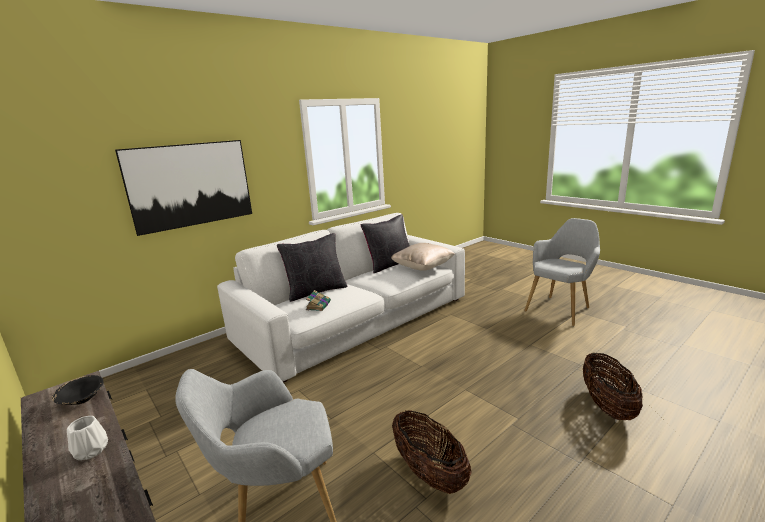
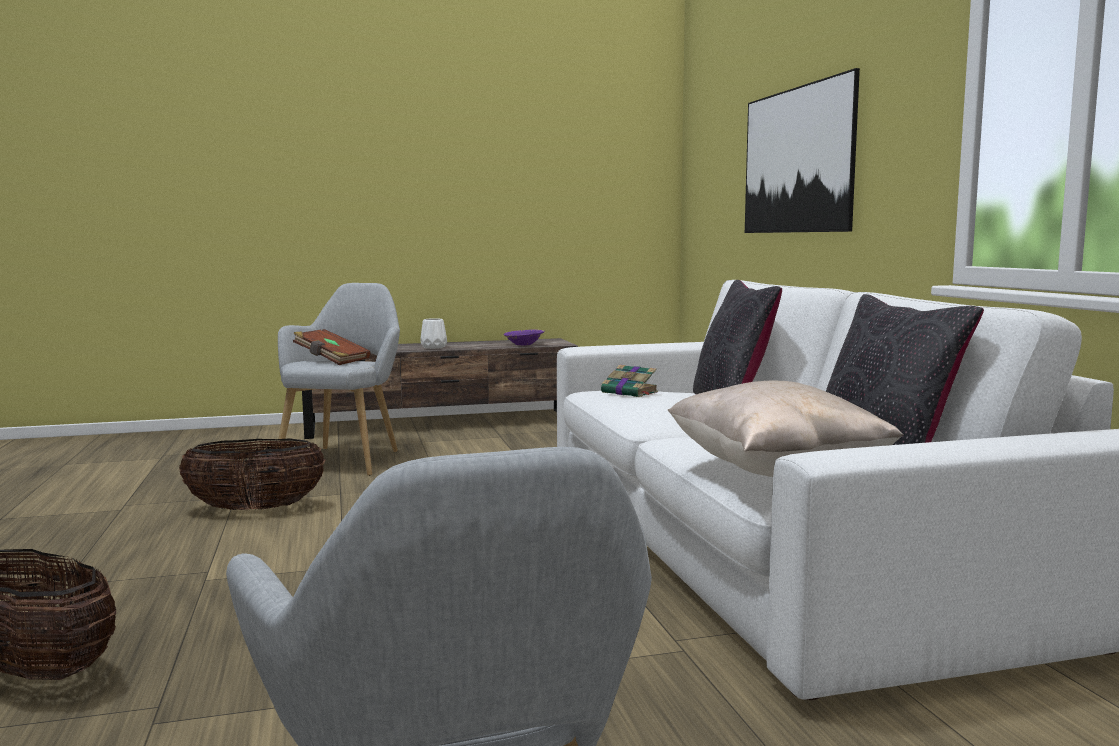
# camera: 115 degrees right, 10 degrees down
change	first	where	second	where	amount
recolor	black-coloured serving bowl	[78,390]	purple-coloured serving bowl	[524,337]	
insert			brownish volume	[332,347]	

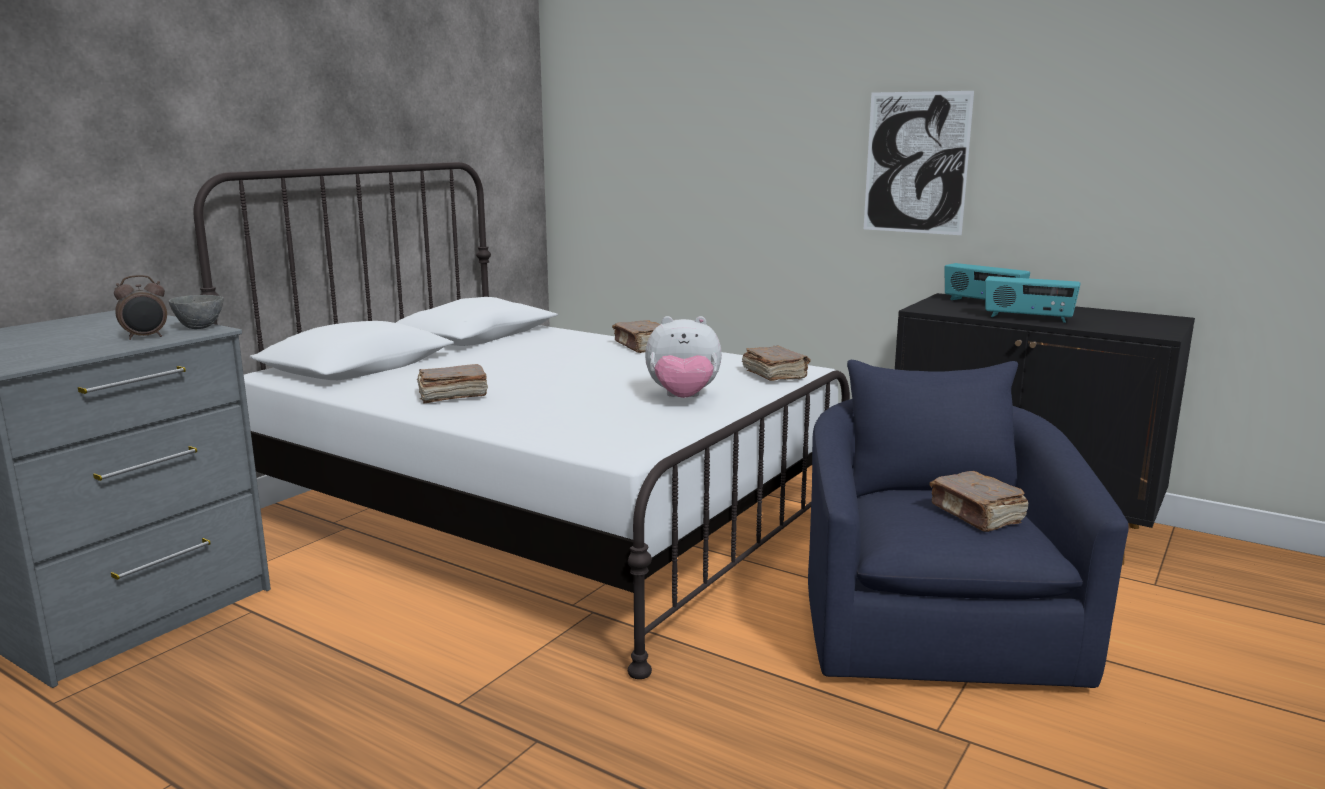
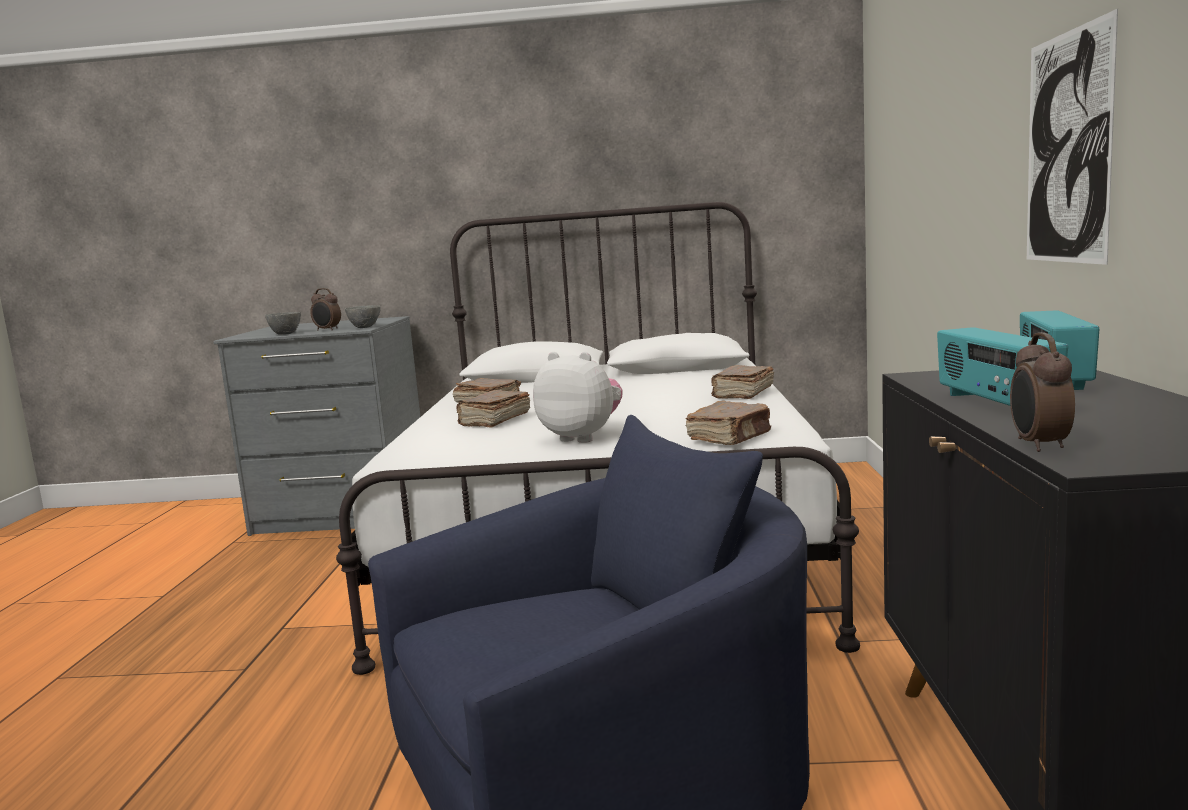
# camera: 60 degrees right, 5 degrees down
change	first	where	second	where	amount
rotate	plush toy	[683,357]		[578,397]	150 degrees clockwise
move	brownish volume	[979,501]		[493,409]	
insert			gray serving bowl	[283,323]	
insert			bedside clock	[1042,392]	

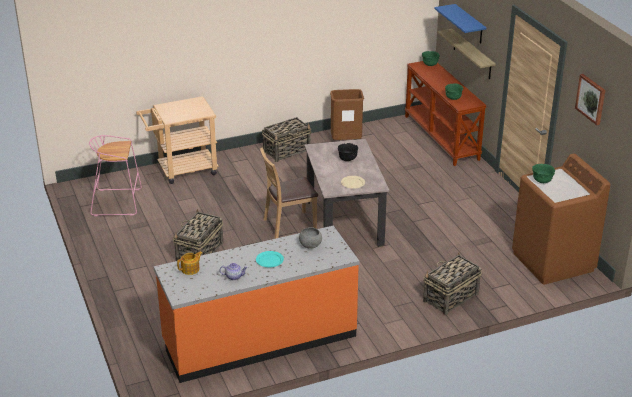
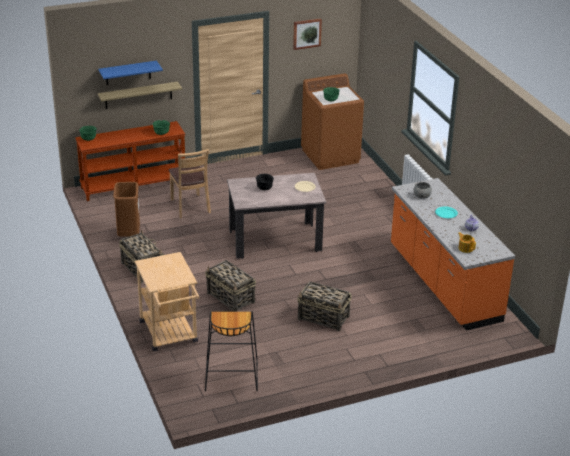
# camera: 90 degrees left, 0 degrees up
change	first	where	second	where	amount
recolor	pinkish stool	[115,175]	black-coloured stool	[231,351]	
move	brownish chair	[289,193]		[190,183]	
move	storage basket	[452,284]		[230,286]	

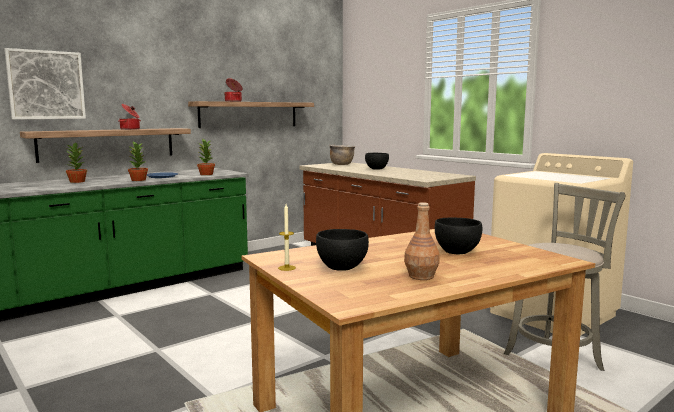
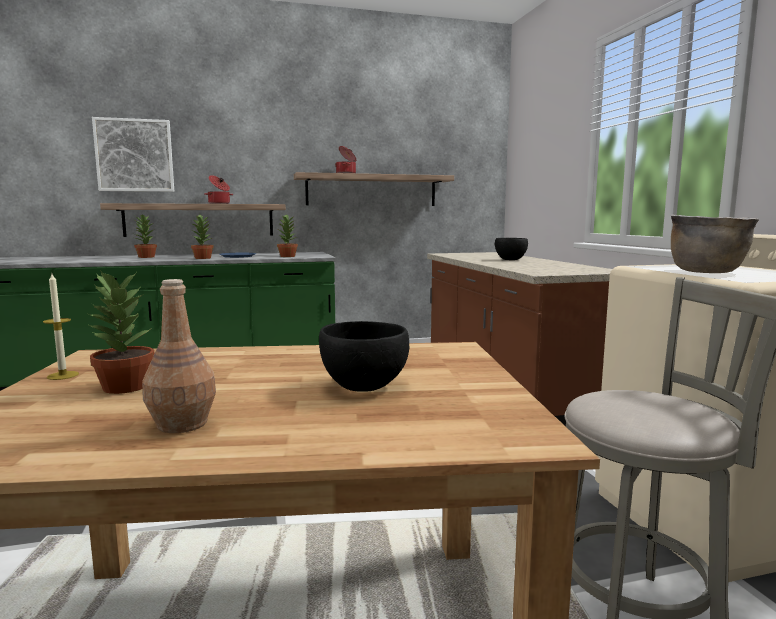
# camera: 25 degrees right, 0 degrees up
change	first	where	second	where	amount
replace	black-coloured serving bowl	[342,250]	plant in a pot	[120,332]	
move	brownish saucepot	[342,155]		[715,243]	

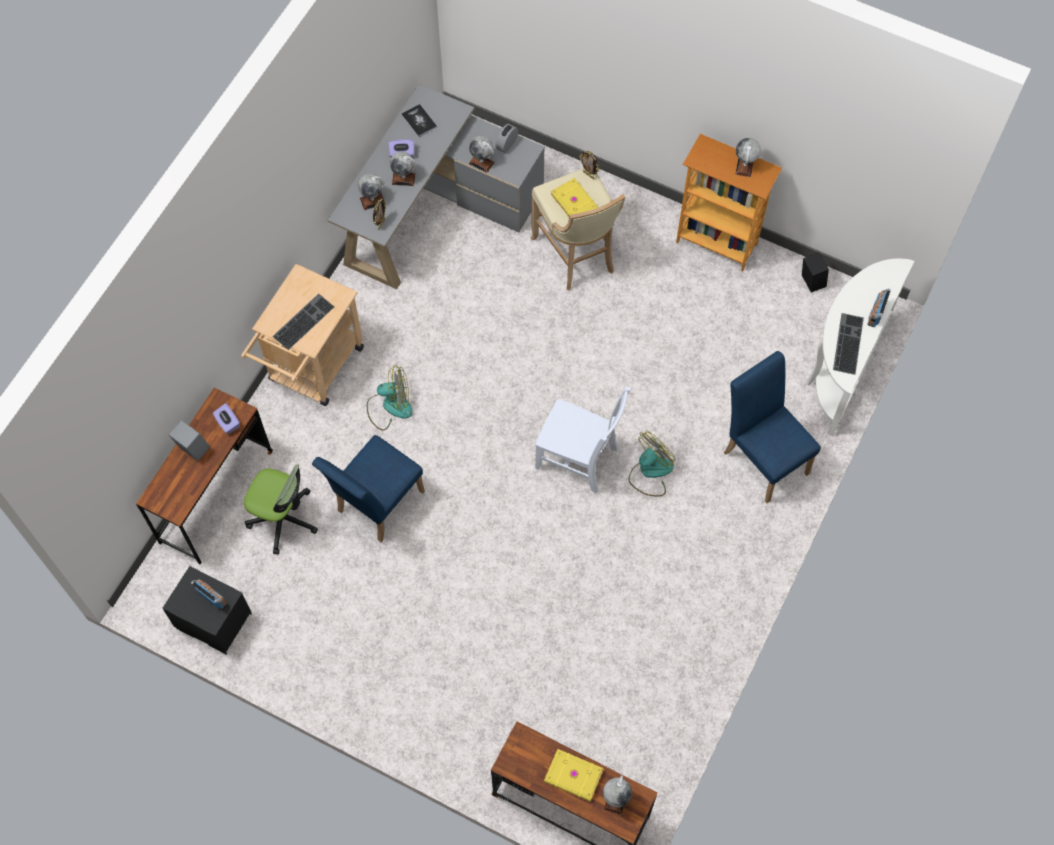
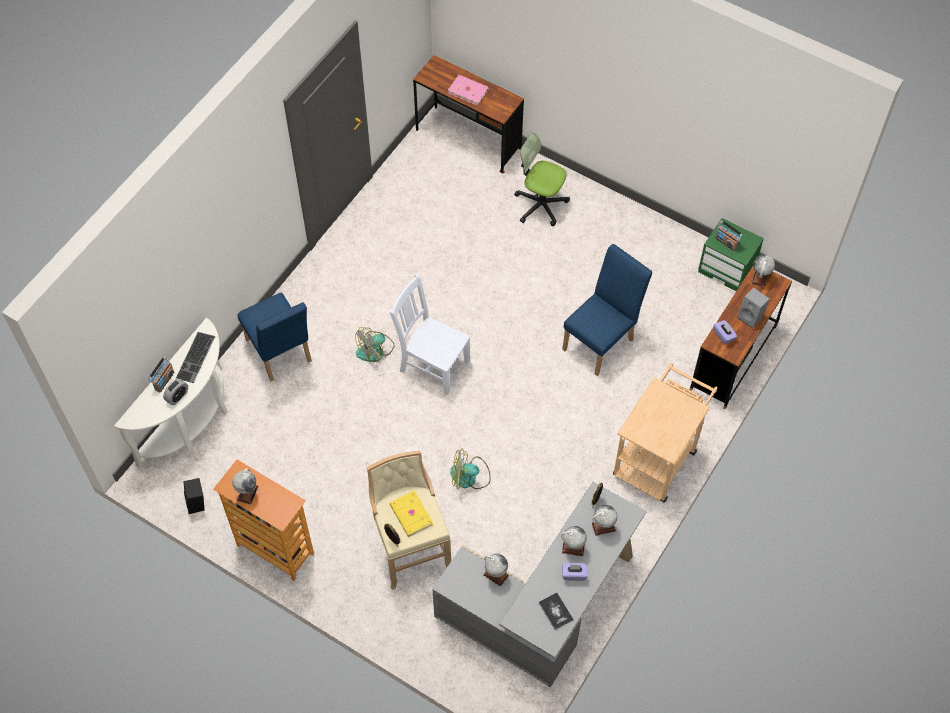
# camera: 175 degrees left, 5 degrees down
change	first	where	second	where	amount
recolor	black-coloured night table	[207,610]	green night table	[731,254]	
move	office chair	[281,509]		[542,179]	
delete	PC keyboard	[303,322]			
move	electric fan	[390,398]		[470,468]	
move	bedside clock	[506,138]		[175,392]	
recolor	yellowish volume	[574,775]	pinkish volume	[468,90]	
move	desk globe	[617,795]		[763,270]	

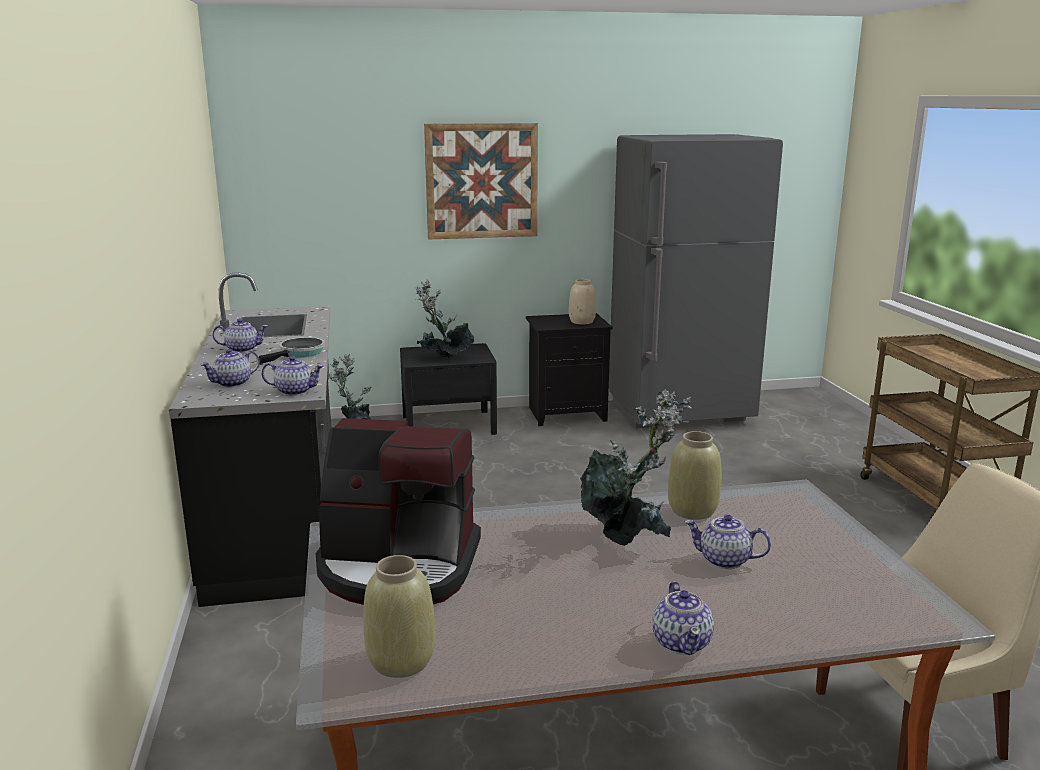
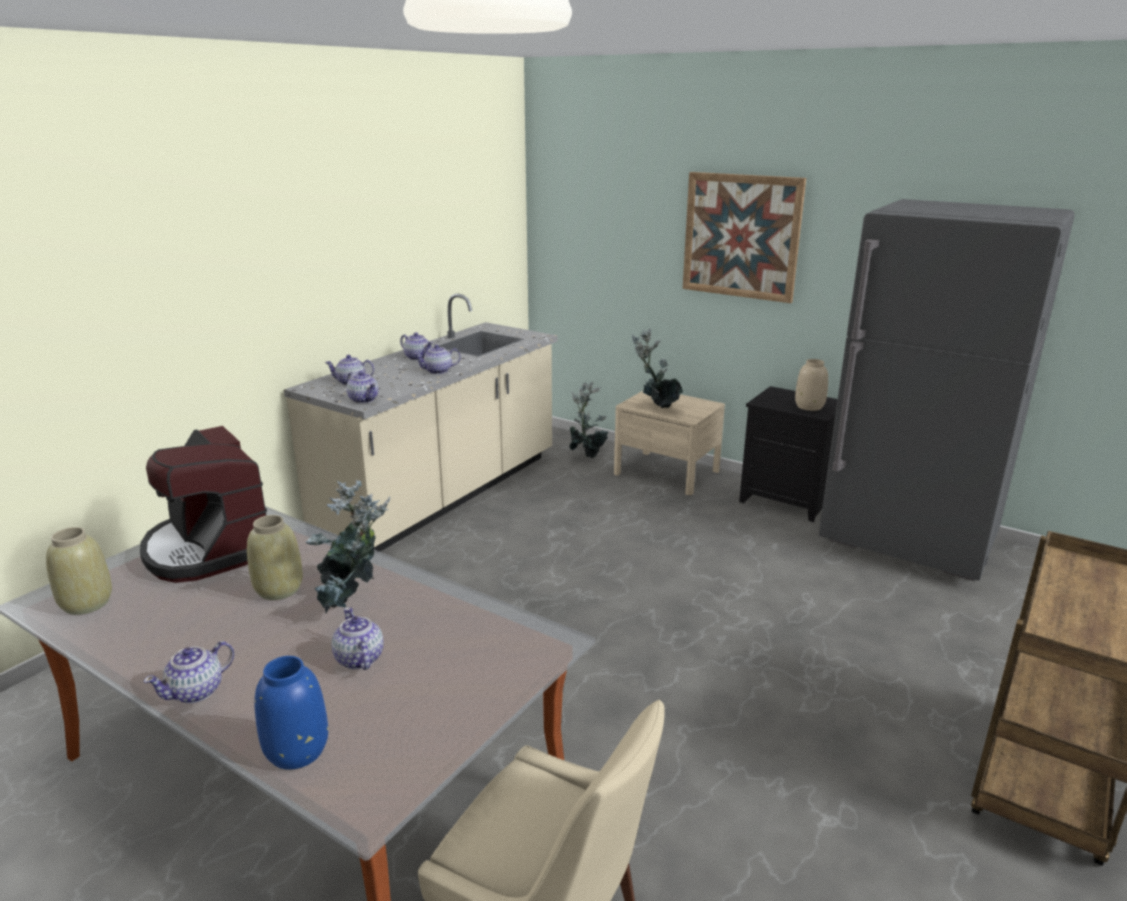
# camera: 45 degrees right, 5 degrees up
change	first	where	second	where	amount
recolor	black-coloured kitchen counter	[250,440]	beige kitchen counter	[421,423]	
replace	pan	[292,350]	tea pot	[437,359]	
recolor	black-coloured night table	[448,389]	beige night table	[669,442]	
move	beige decorative vase	[694,475]		[275,557]	
insert			blue-coloured decorative vase	[291,713]	

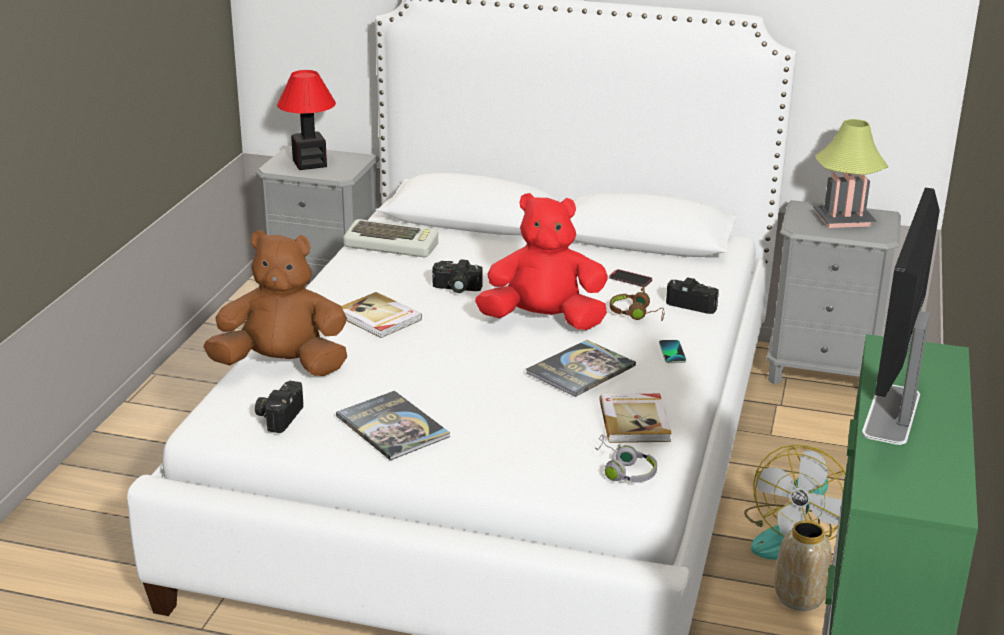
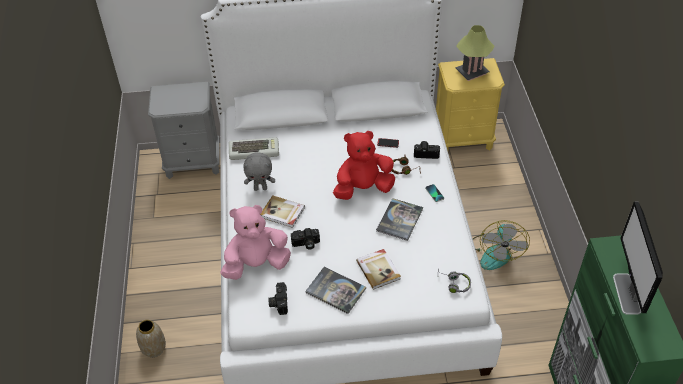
# camera: 20 degrees left, 20 degrees up
change	first	where	second	where	amount
recolor	brownish plush toy	[275,303]	pinkish plush toy	[255,242]	
delete	table lamp	[306,120]			
move	still camera	[457,276]		[305,239]	
move	volume	[635,418]		[378,269]	
recolor	gray night table	[833,292]	yellowish night table	[470,104]	
move	decorative vase	[803,565]		[151,338]	
insert			gray plush toy	[259,171]	

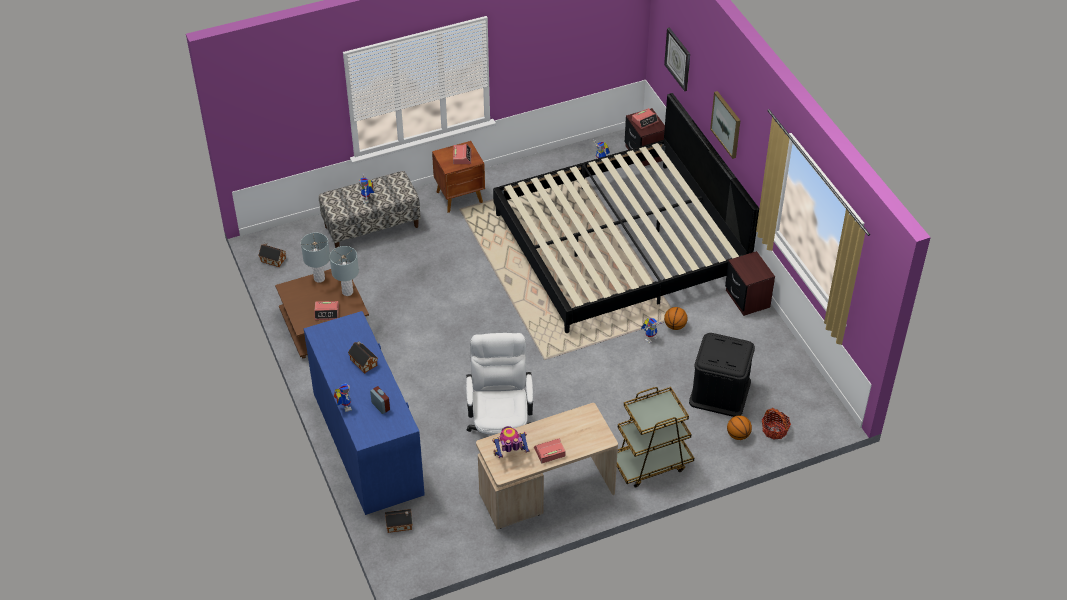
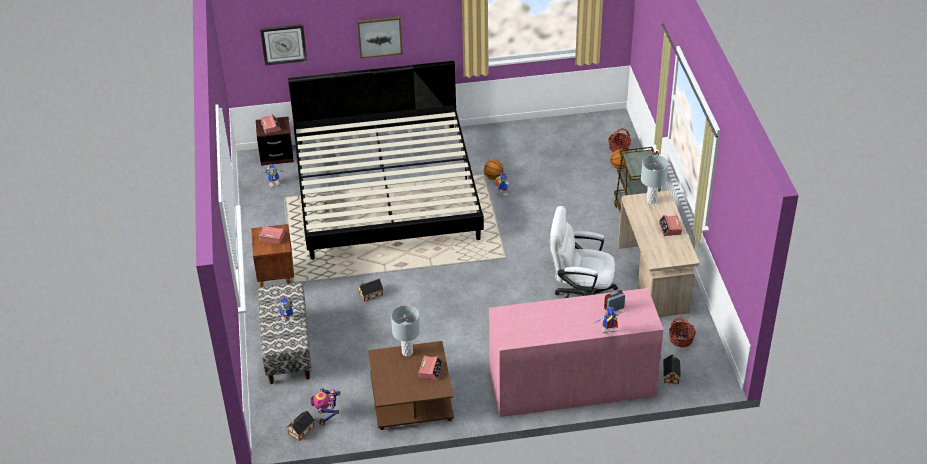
# camera: 75 degrees left, 5 degrees down
change	first	where	second	where	amount
move	gray table lamp	[315,258]		[654,179]	
recolor	blue-coloured chest of drawers	[364,413]	pinkish chest of drawers	[576,352]	
move	toy house	[363,357]		[370,290]	
move	robot figure	[511,442]		[325,406]	
delete	black-coloured storage box	[722,375]			
delete	brownish night table	[750,283]			
insert			storage basket	[682,332]	

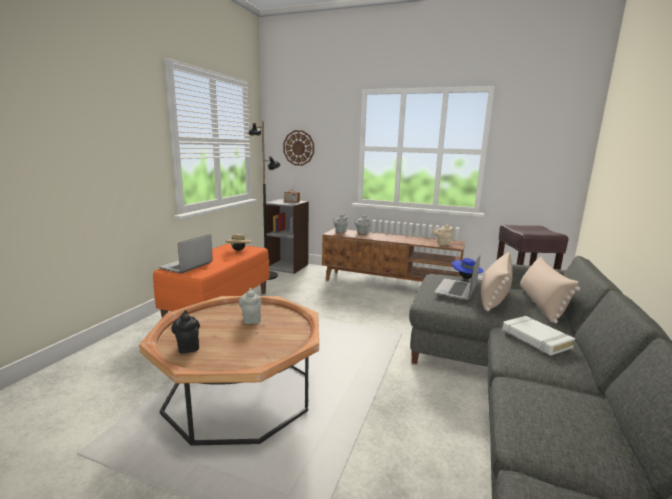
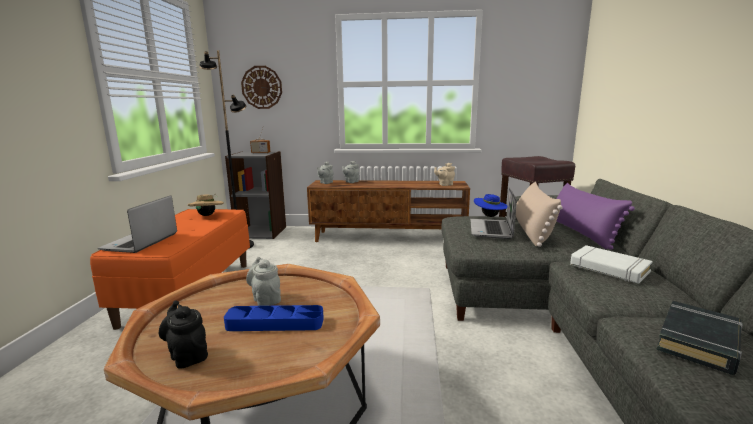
# camera: 15 degrees left, 0 degrees up
change	first	where	second	where	amount
recolor	beige throw pillow	[550,289]	purple-coloured throw pillow	[595,216]	
insert			blue-coloured tray	[274,318]	
insert			black-coloured volume	[699,338]	

